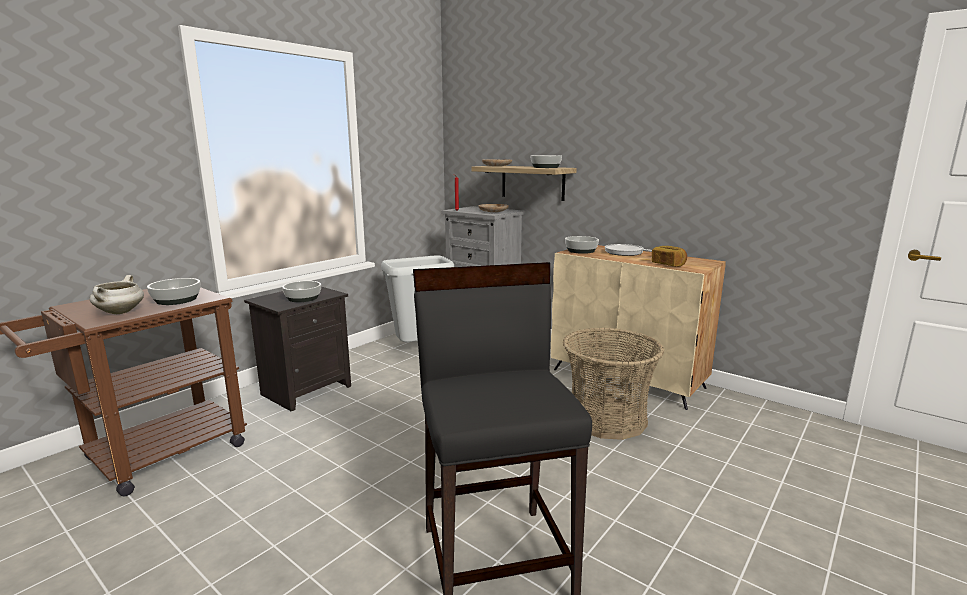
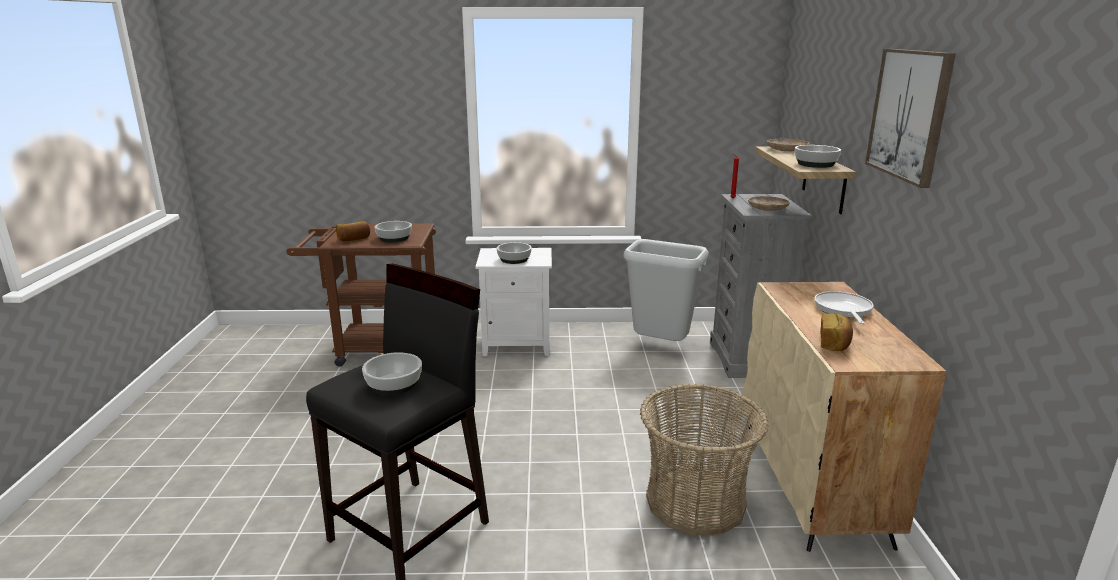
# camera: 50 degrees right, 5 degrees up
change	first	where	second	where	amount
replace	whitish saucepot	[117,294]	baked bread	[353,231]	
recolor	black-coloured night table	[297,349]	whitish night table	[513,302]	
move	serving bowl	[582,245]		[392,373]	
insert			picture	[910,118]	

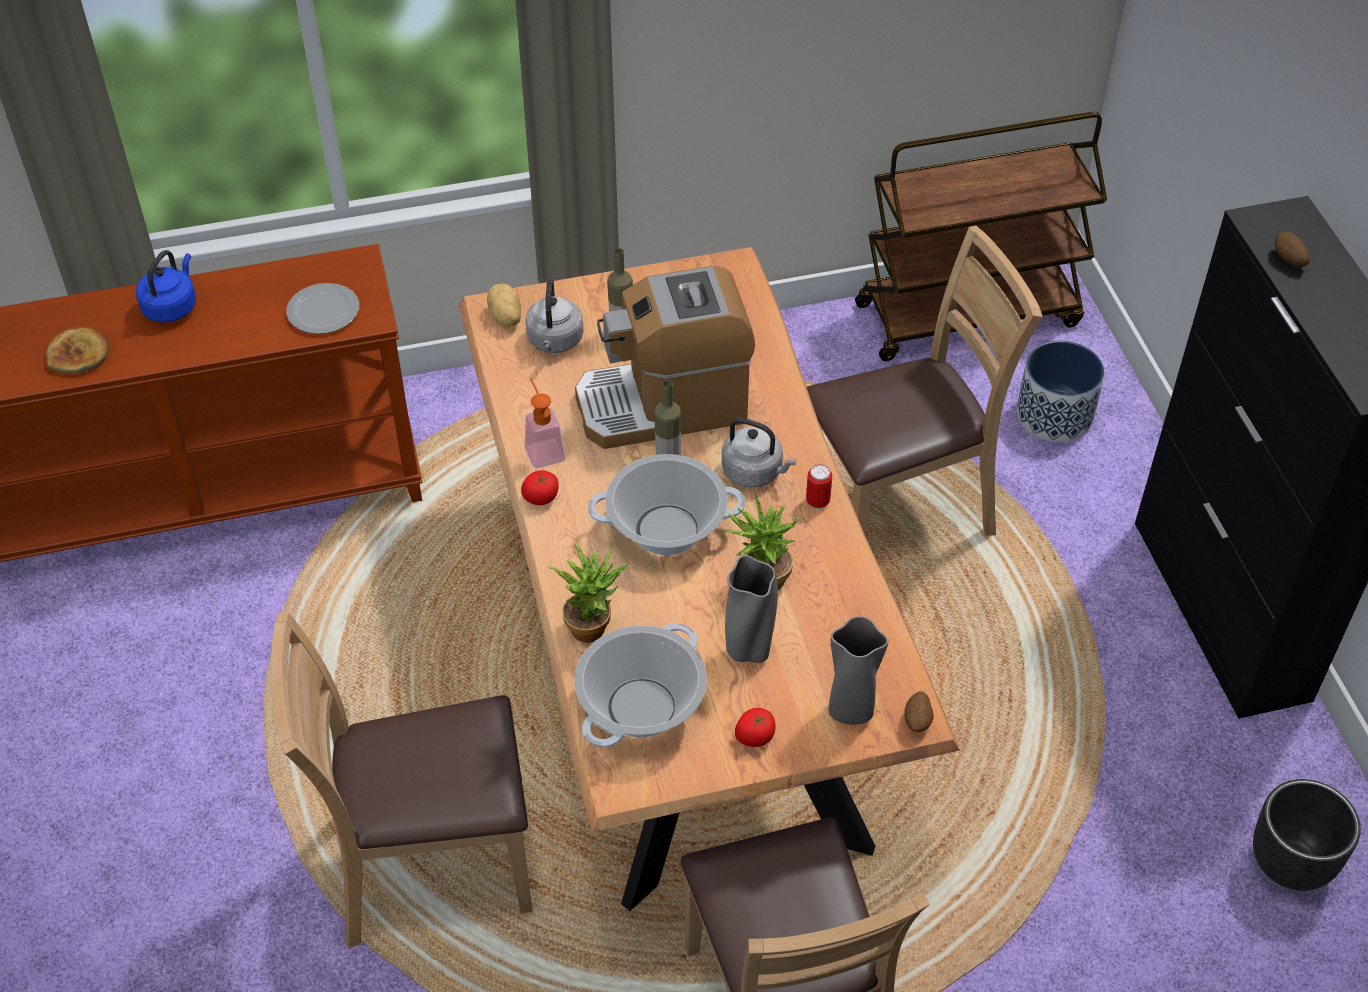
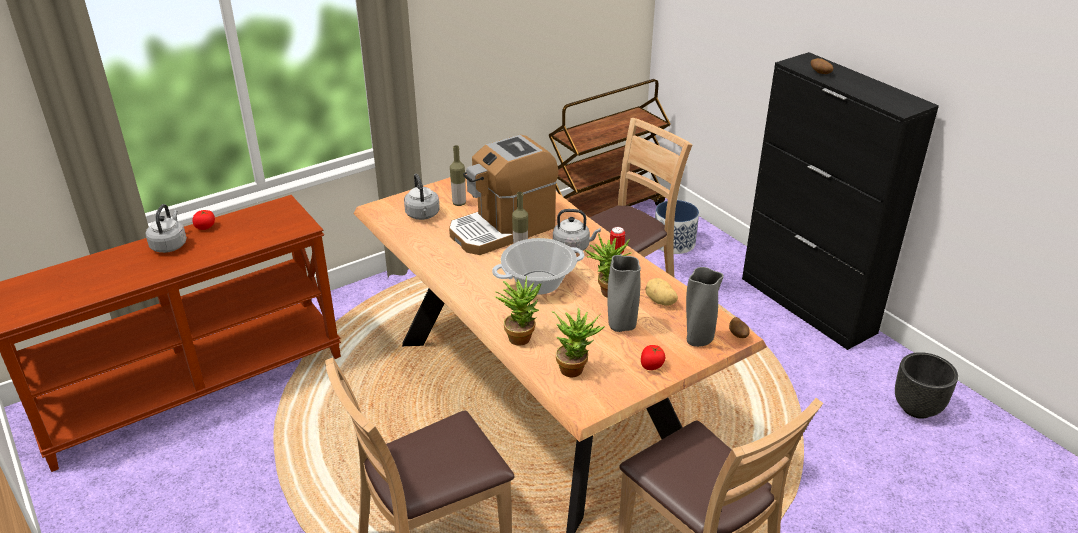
# camera: 20 degrees left, 15 degrees down
change	first	where	second	where	amount
delete	baked bread	[77,350]			
recolor	blue-coloured tea kettle	[166,286]	gray tea kettle	[166,228]	
delete	flat dish	[322,308]			
move	whole potato	[504,305]		[662,292]	
move	fresh tomato	[540,487]		[203,220]	
delete	soap dispenser	[545,423]			
replace	saucepot	[640,685]	plant in a pot	[578,342]	

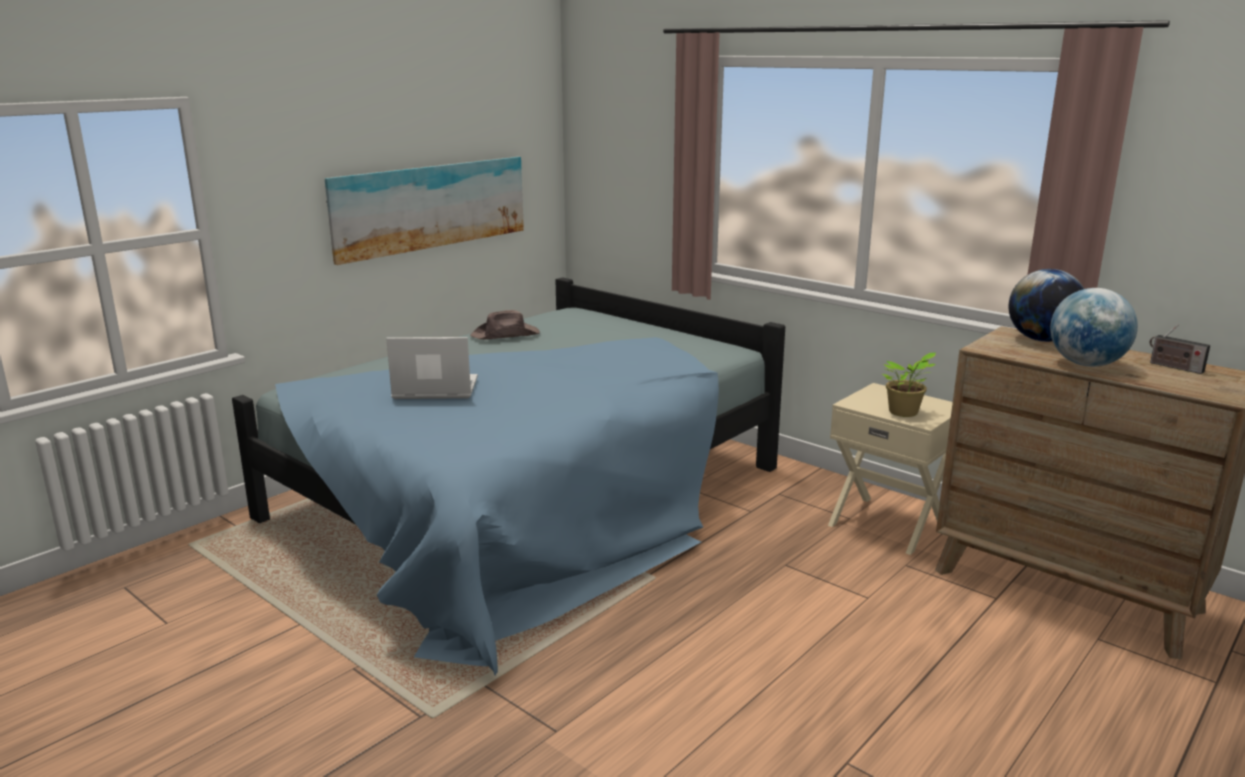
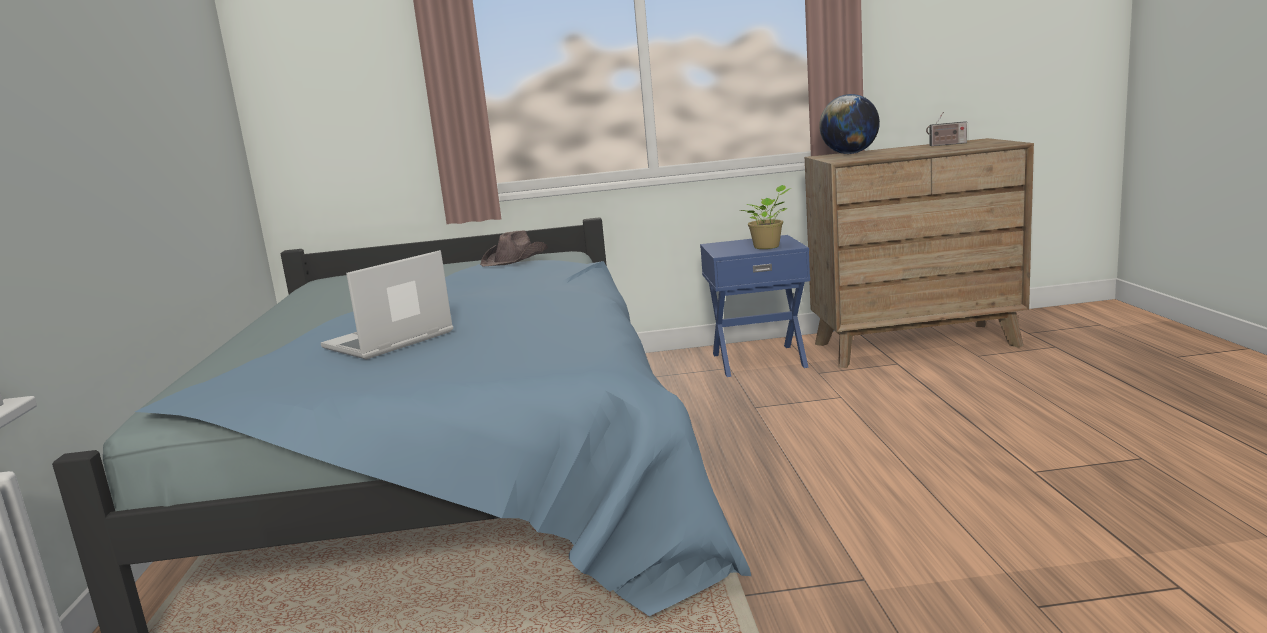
# camera: 45 degrees left, 5 degrees down
change	first	where	second	where	amount
delete	picture	[424,211]			
move	brownish clothing hat	[505,325]		[514,248]	
recolor	beige night table	[890,469]	blue-coloured night table	[755,306]	
delete	desk globe	[1094,327]			

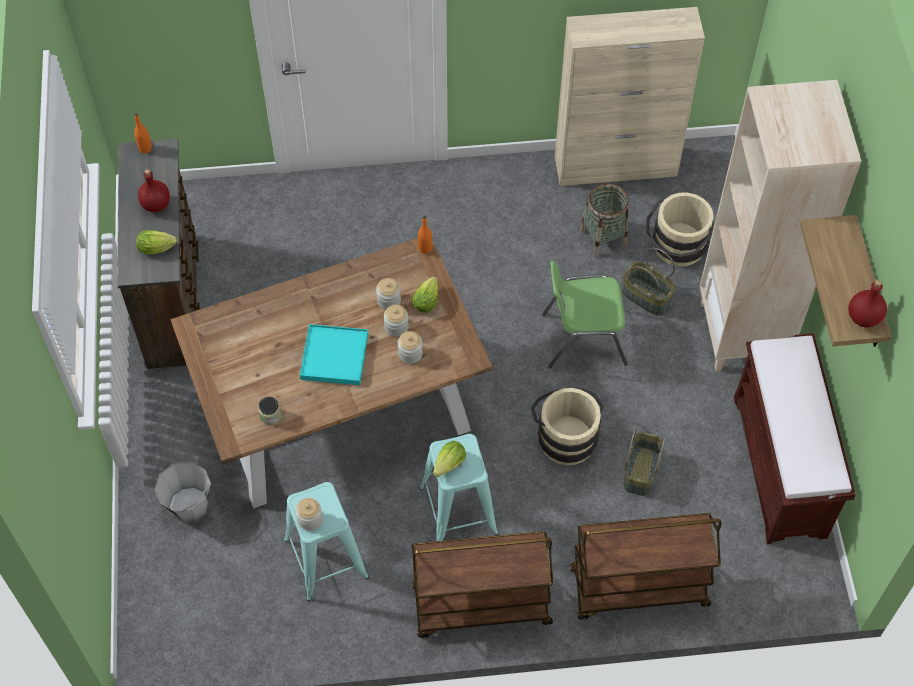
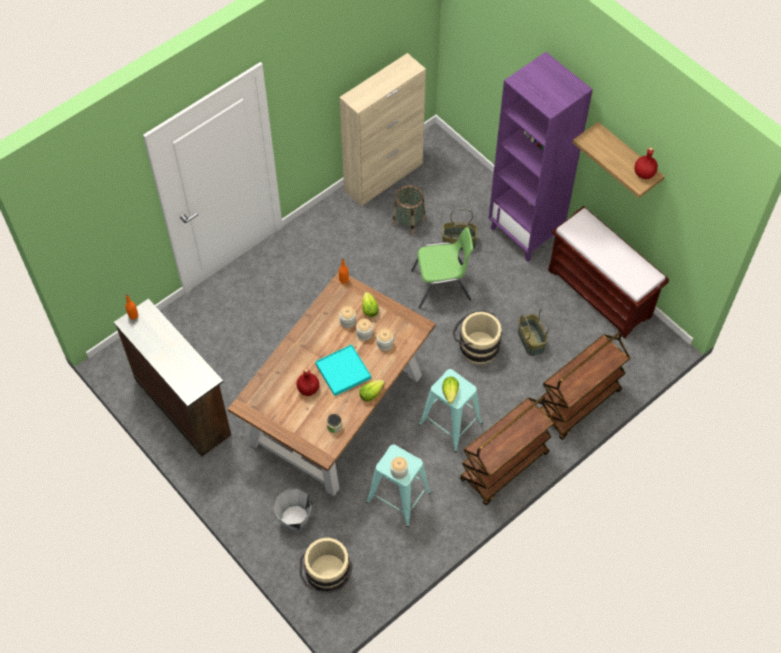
# camera: 35 degrees left, 0 degrees up
change	first	where	second	where	amount
move	lettuce	[157,242]		[372,391]	
move	red bottle	[154,190]		[308,382]	
rotate	green chair	[585,314]		[442,268]	150 degrees counterclockwise
move	beige bucket	[680,229]		[326,566]	
recolor	beige bookcase	[780,226]	purple-coloured bookcase	[541,157]	

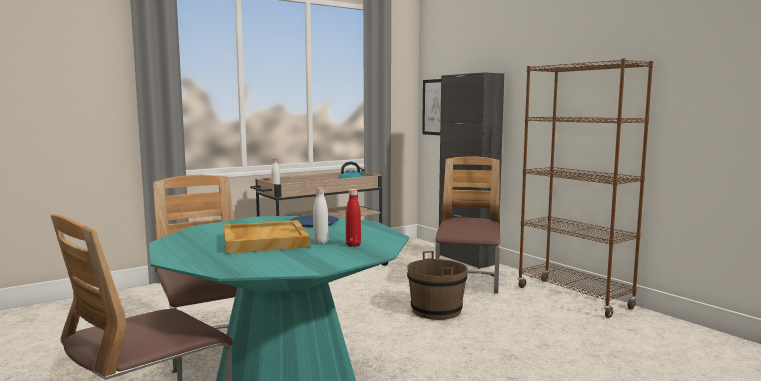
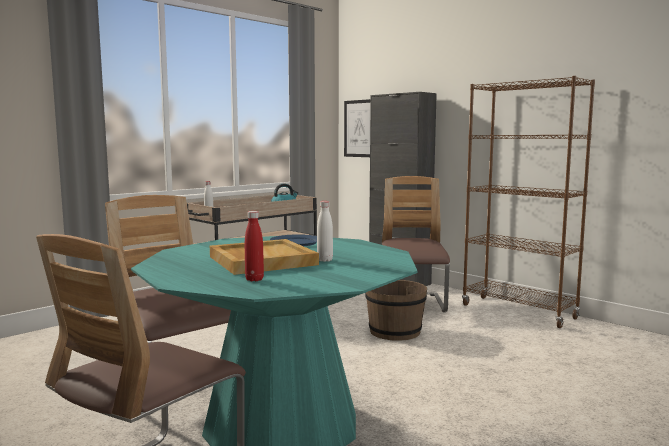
# camera: 10 degrees left, 0 degrees up
change	first	where	second	where	amount
move	red bottle	[353,218]		[254,246]	

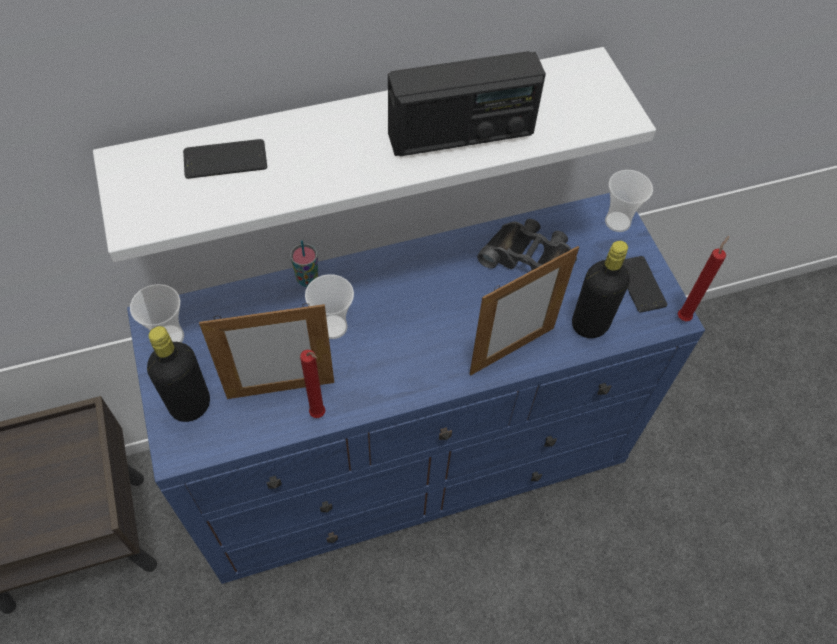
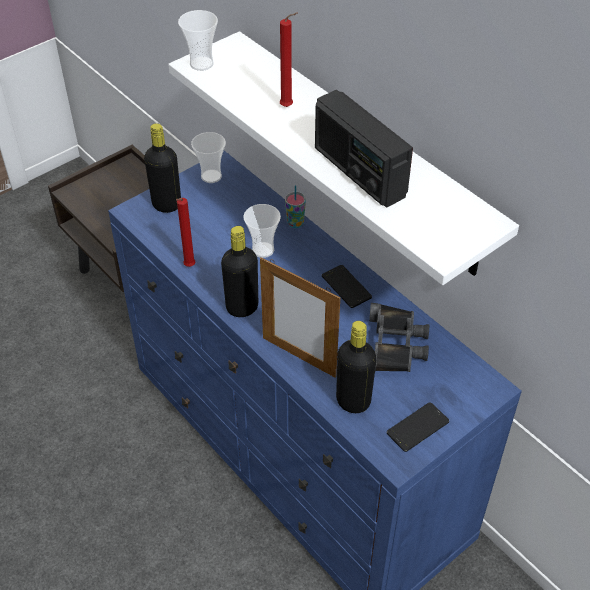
# camera: 70 degrees right, 10 degrees down
change	first	where	second	where	amount
move	handset	[225,159]		[347,286]	
delete	picture frame	[266,351]			
move	cup	[629,201]		[198,40]	
move	red candle	[703,278]		[288,59]	
insert			black-coloured bottle	[239,271]	

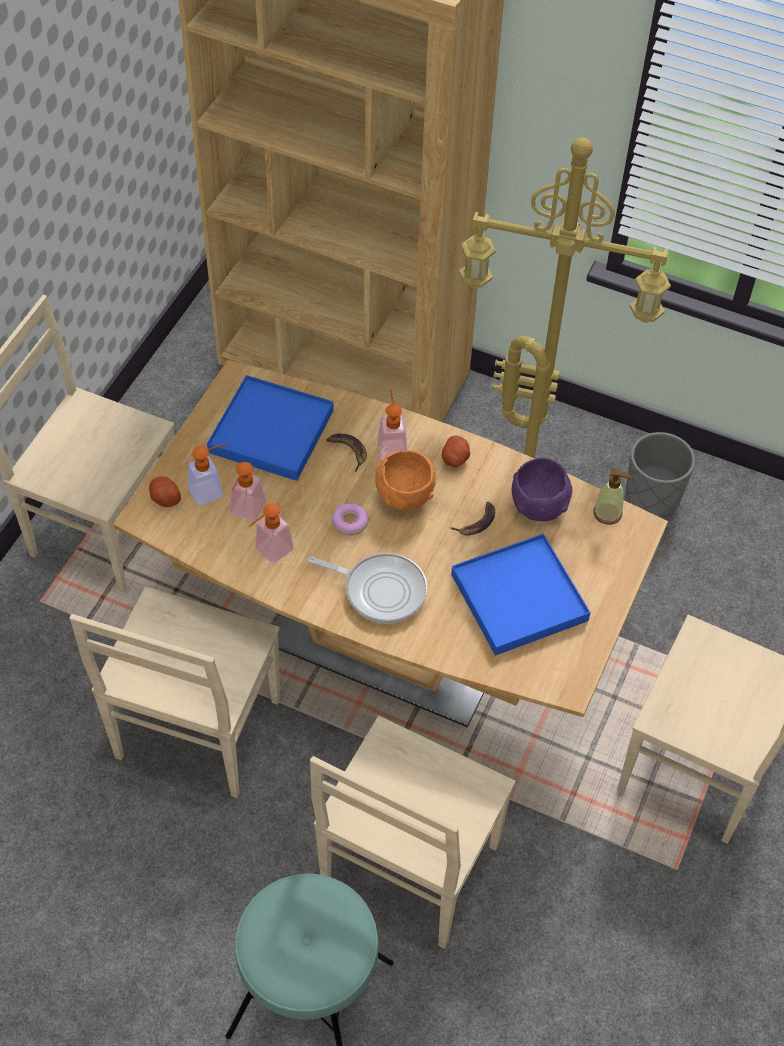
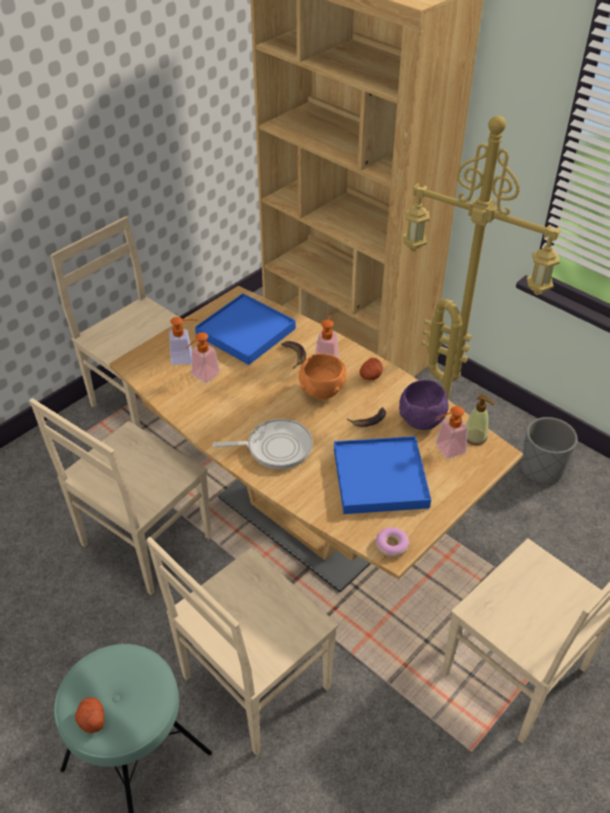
# camera: 20 degrees right, 10 degrees down
change	first	where	second	where	amount
move	whole potato	[165,491]		[89,715]	
move	soap dispenser	[271,533]		[452,432]	
rotate	pan	[367,588]		[262,444]	45 degrees counterclockwise
move	doughnut	[350,519]		[392,542]	

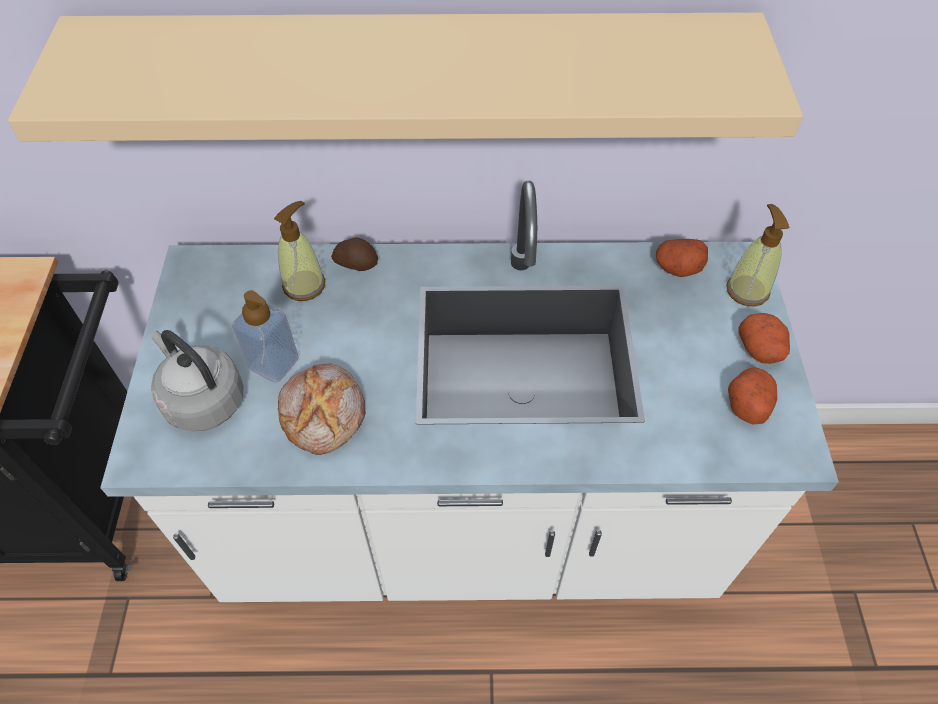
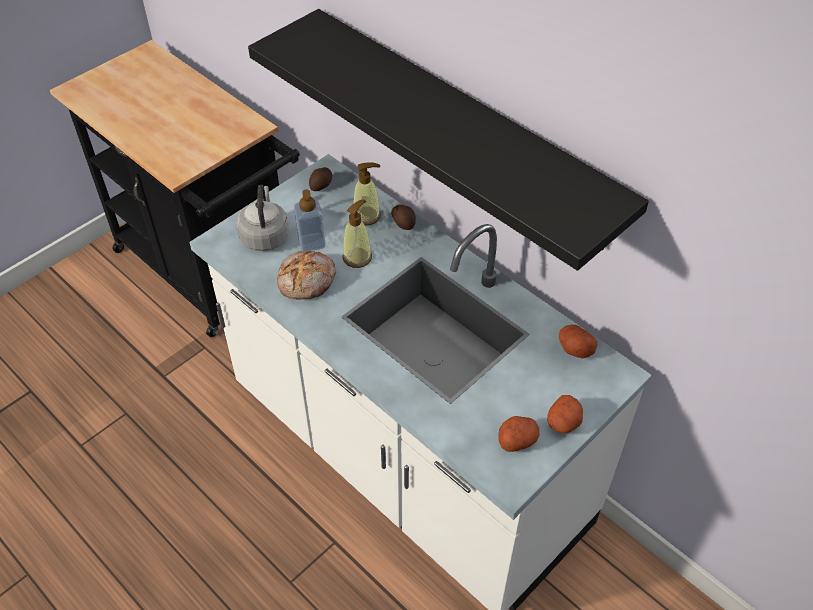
# camera: 45 degrees right, 5 degrees down
change	first	where	second	where	amount
recolor	beige wall shelf	[405,77]	black-coloured wall shelf	[448,140]	
move	soap dispenser	[758,255]		[357,233]	
insert			whole potato	[320,179]	

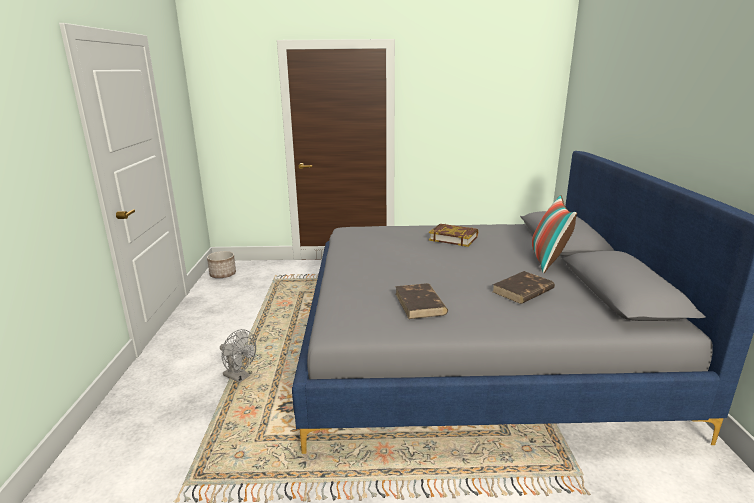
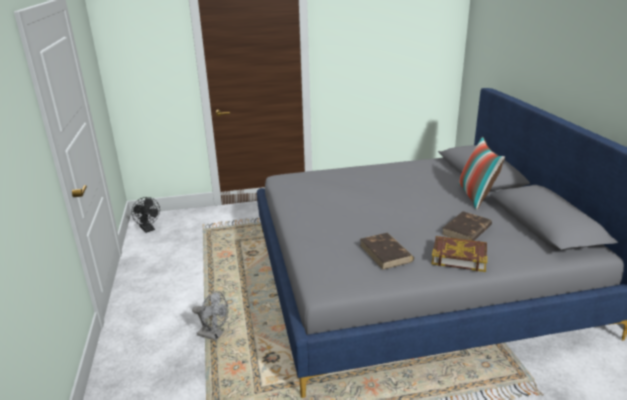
# camera: 10 degrees left, 5 degrees up
change	first	where	second	where	amount
replace	planter	[221,264]	black-coloured electric fan	[145,215]	
move	volume	[453,235]		[459,254]	

